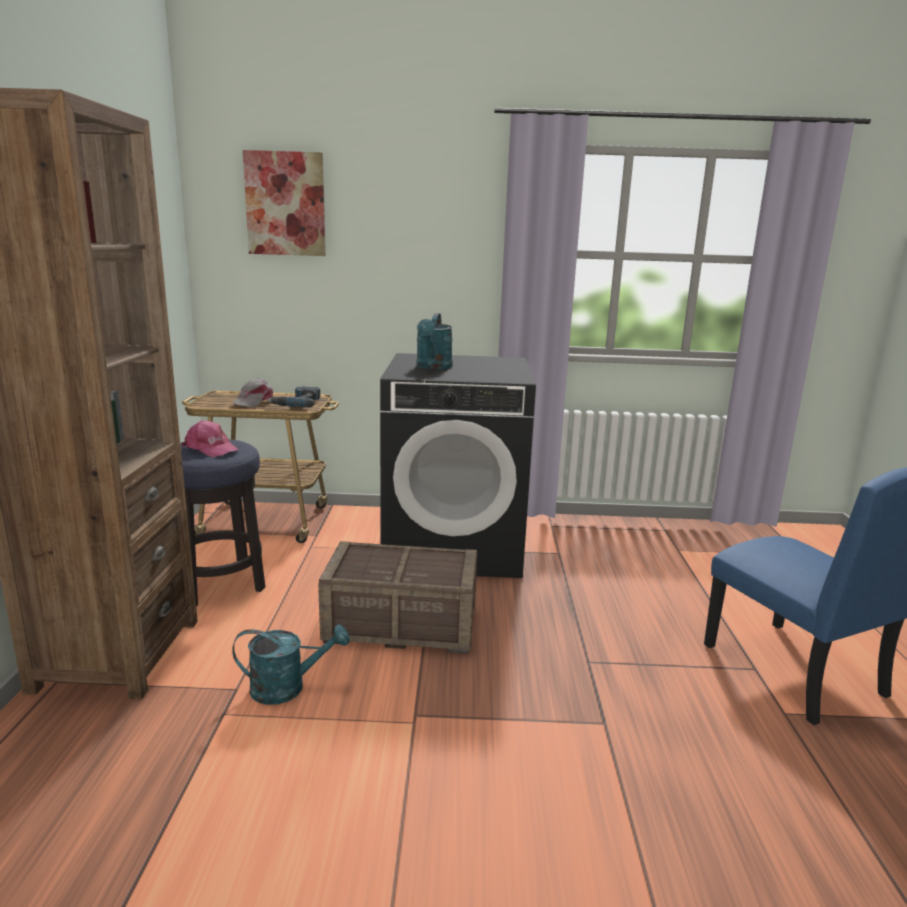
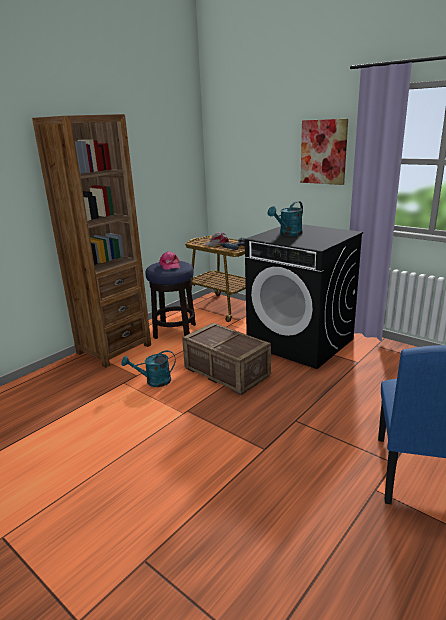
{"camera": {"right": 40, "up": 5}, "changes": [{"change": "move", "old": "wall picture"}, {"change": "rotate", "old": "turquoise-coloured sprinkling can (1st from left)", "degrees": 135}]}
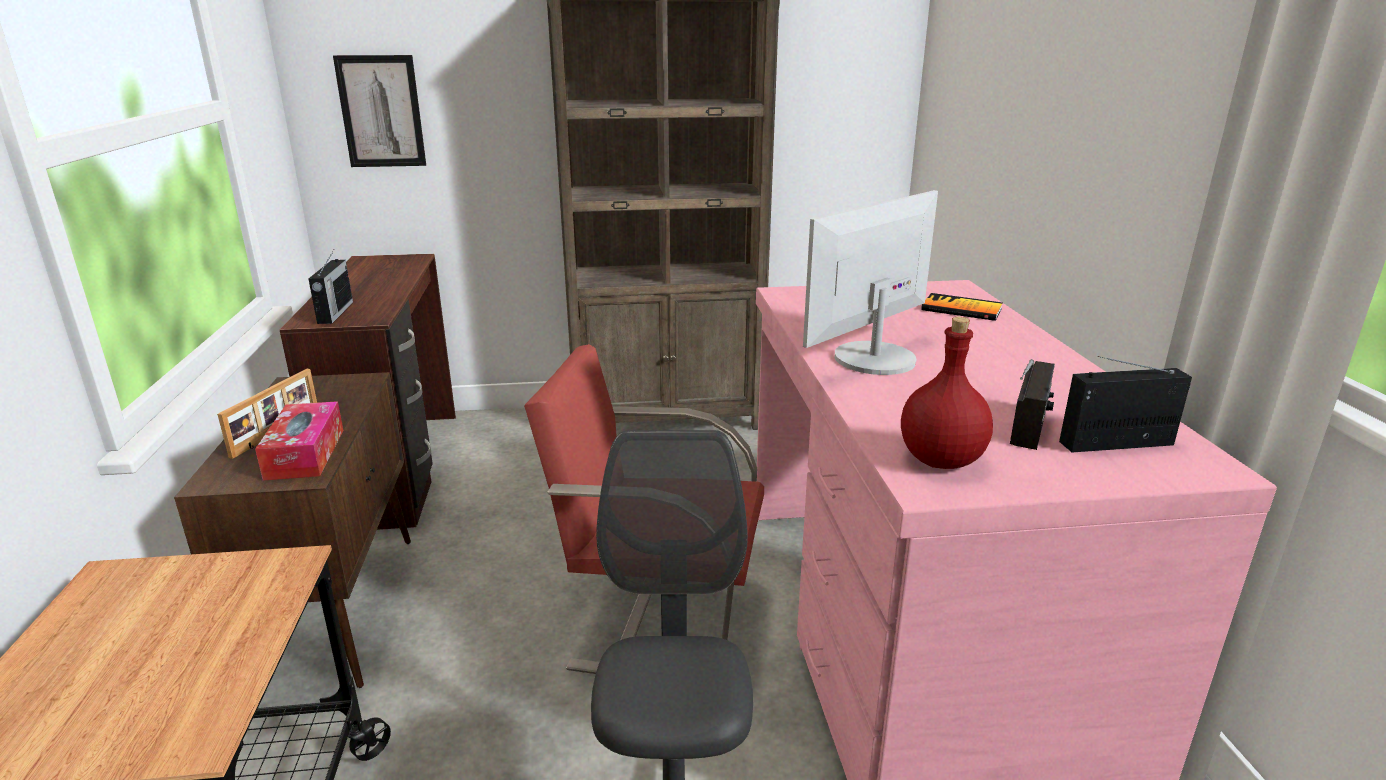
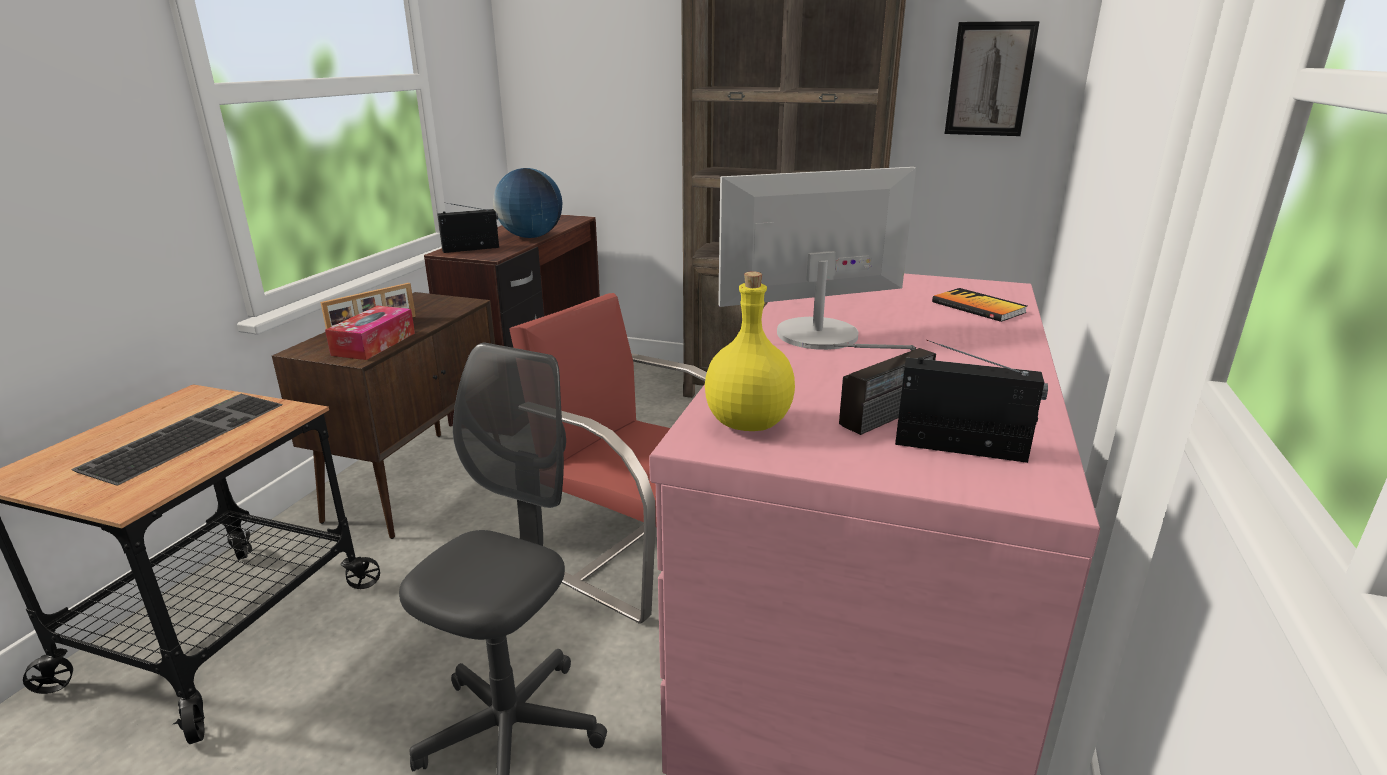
{"camera": {"right": 25, "up": 0}, "changes": [{"change": "insert", "new": "PC keyboard"}, {"change": "insert", "new": "desk globe"}, {"change": "move", "old": "wall picture"}, {"change": "recolor", "old": "red-coloured drink bottle", "new": "yellow-coloured drink bottle"}, {"change": "rotate", "old": "radio receiver (1st from left)", "degrees": -135}]}
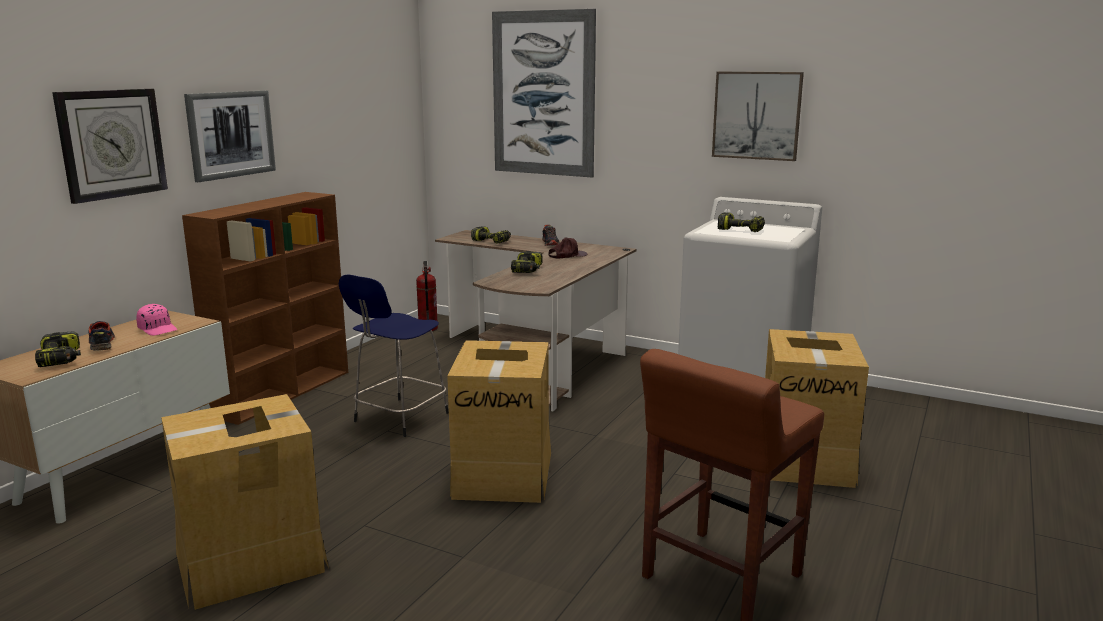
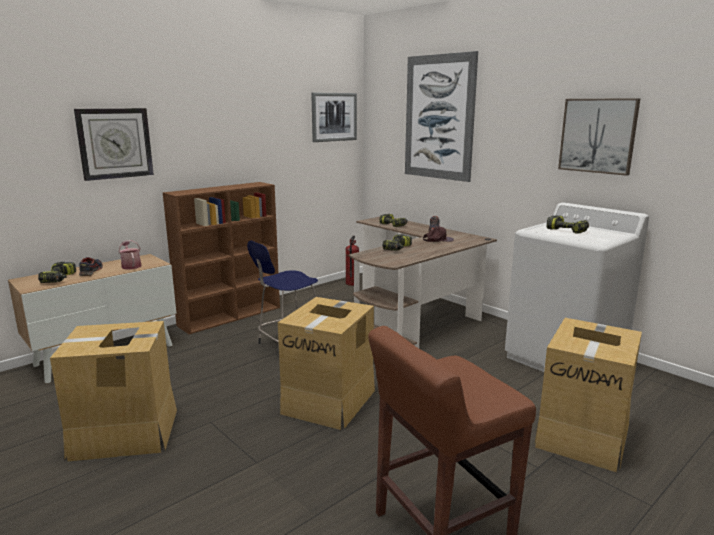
{"camera": {"right": 20, "up": 0}, "changes": [{"change": "move", "old": "wall picture (1st from left)"}, {"change": "replace", "old": "pink-coloured baseball cap", "new": "sprinkling can"}]}
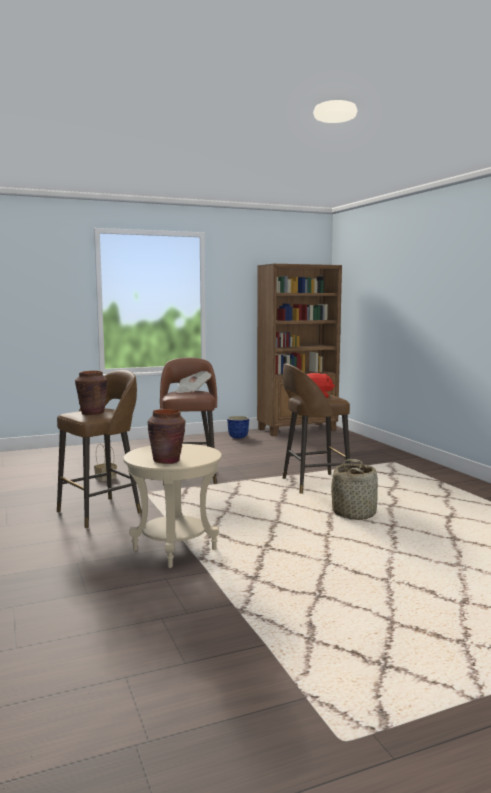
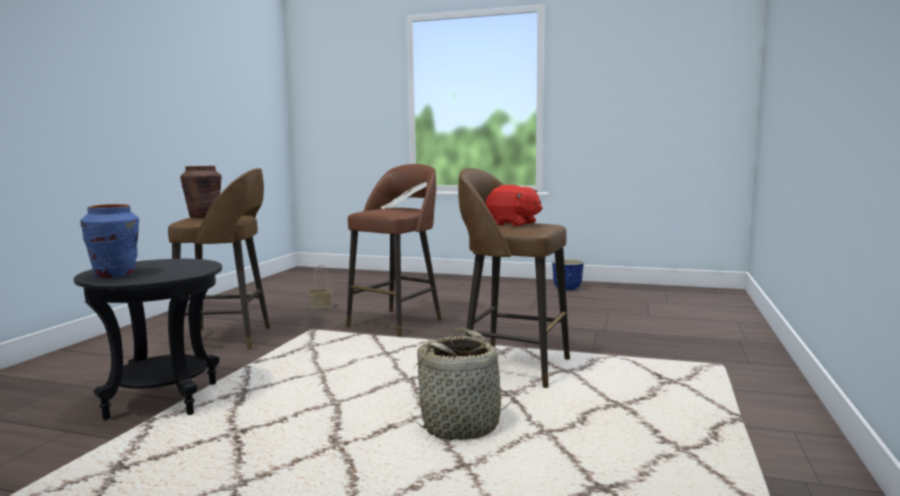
{"camera": {"right": 40, "up": 0}, "changes": [{"change": "delete", "old": "brown-coloured bookshelf"}, {"change": "recolor", "old": "beige-coloured side table", "new": "black side table"}, {"change": "recolor", "old": "brown-coloured flower vase (2nd from left)", "new": "blue-coloured flower vase"}]}
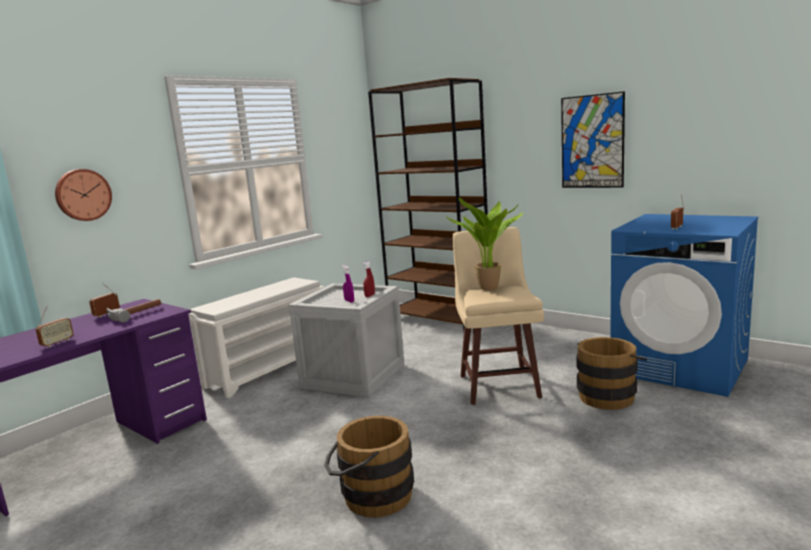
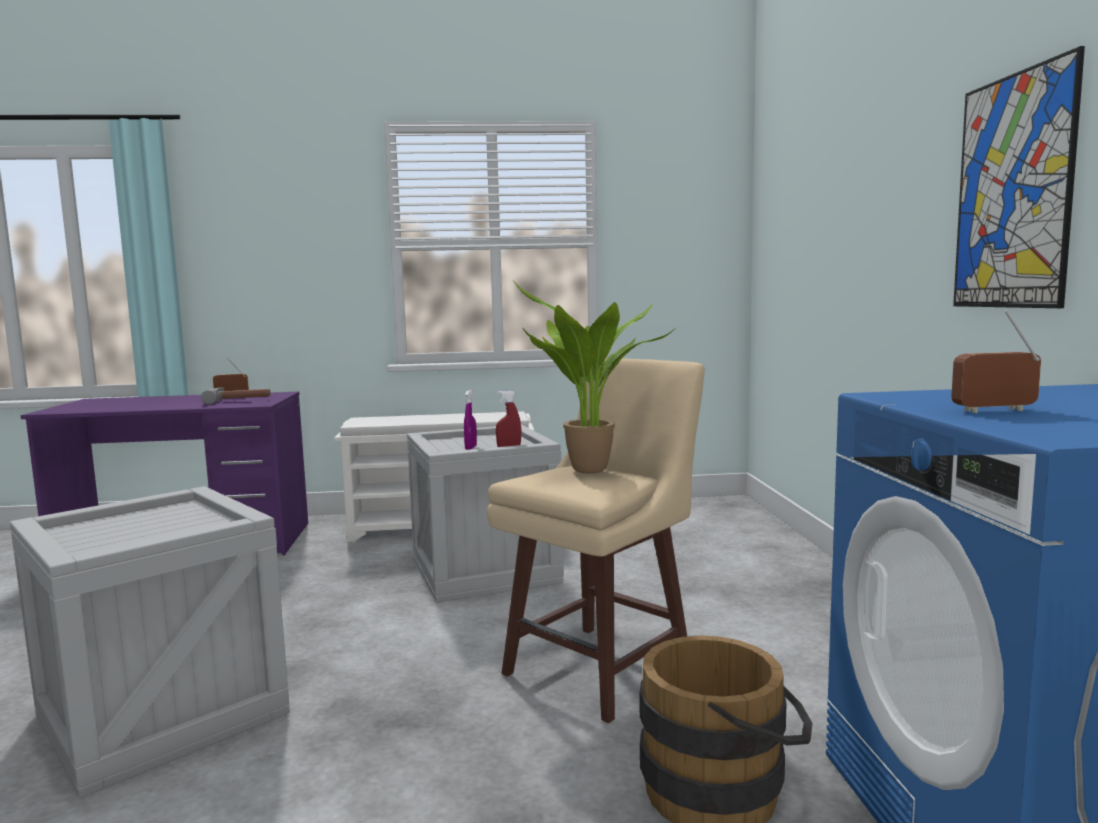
{"camera": {"right": 45, "up": -5}, "changes": [{"change": "delete", "old": "radio receiver (1st from left)"}, {"change": "delete", "old": "wall clock"}, {"change": "delete", "old": "brown-coloured bookshelf"}, {"change": "replace", "old": "brown-coloured water bucket (1st from left)", "new": "packing crate (1st from left)"}]}
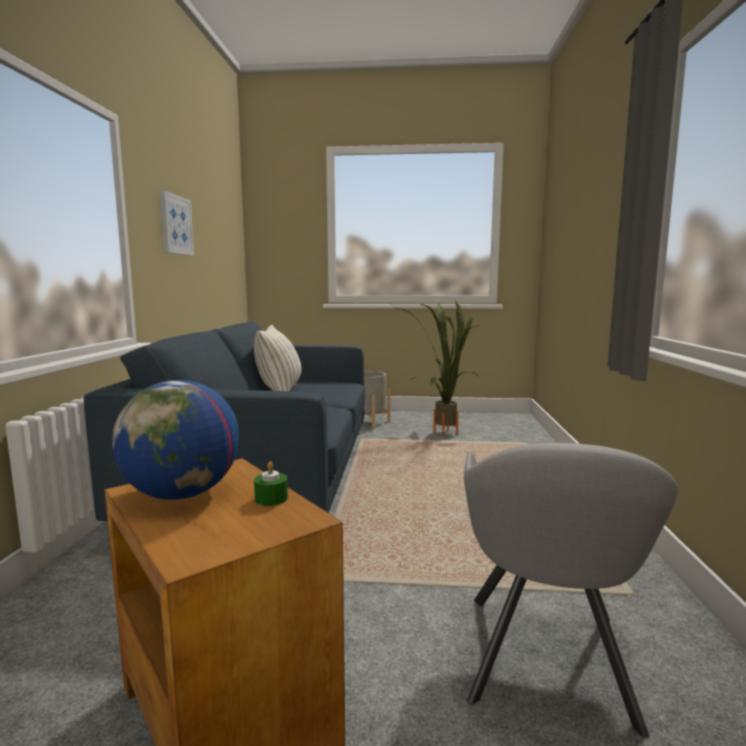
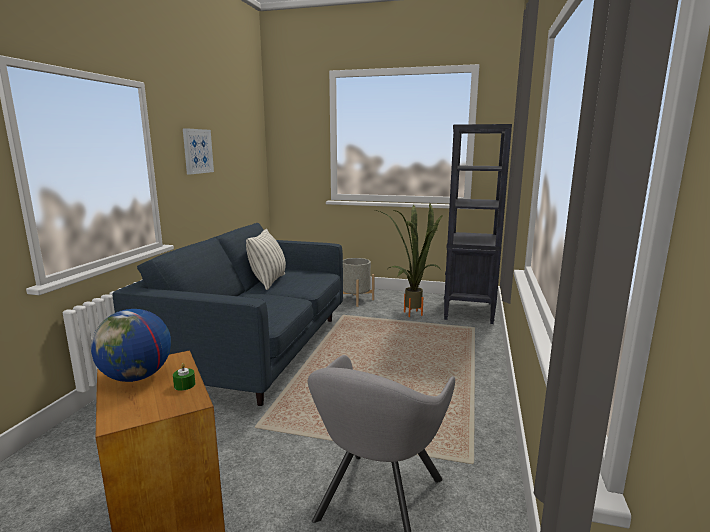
{"camera": {"right": 10, "up": 5}, "changes": [{"change": "insert", "new": "black bookshelf"}]}
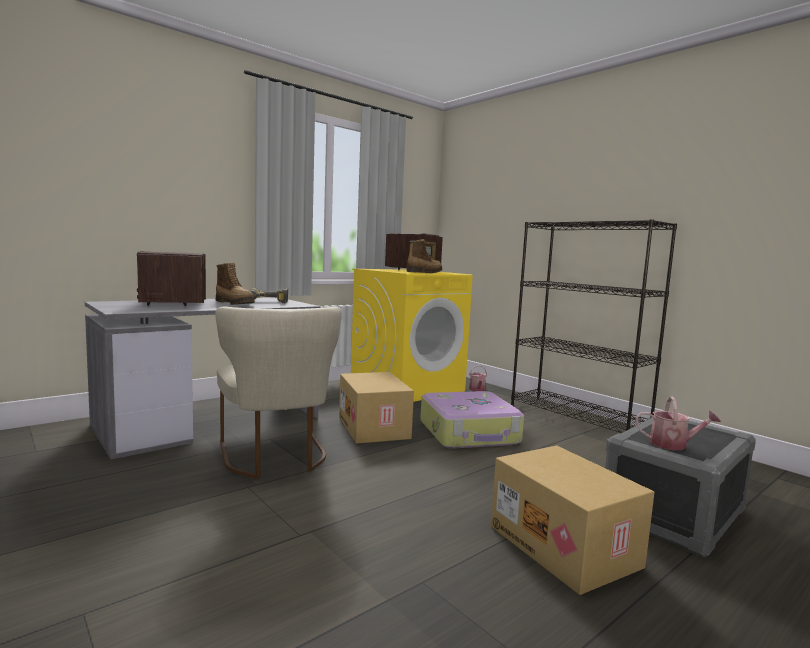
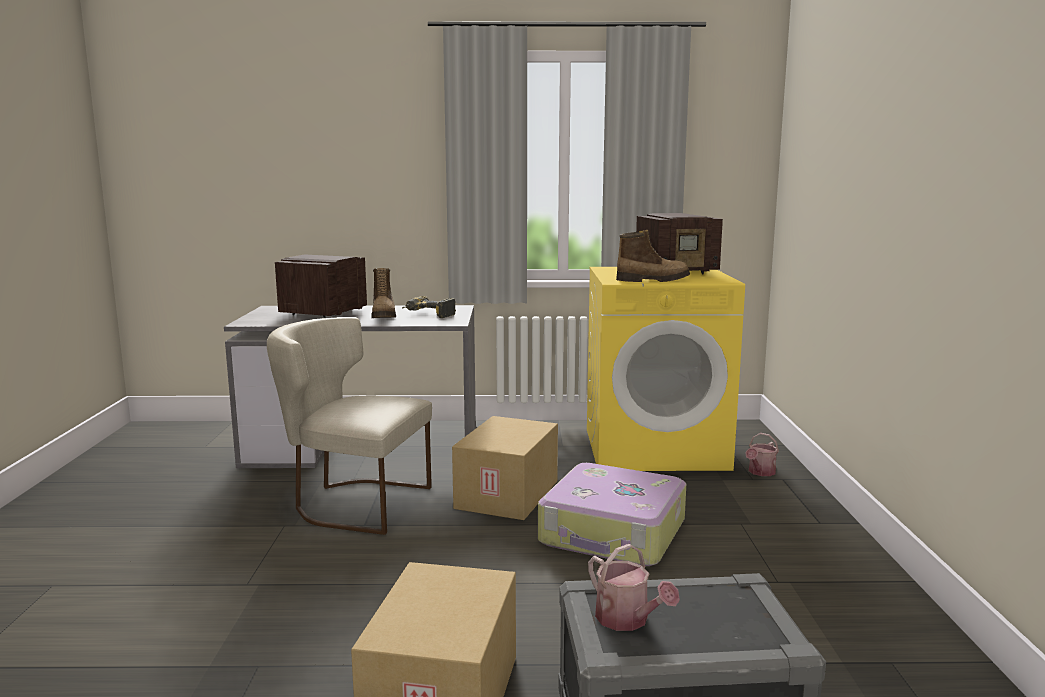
{"camera": {"right": 40, "up": 5}, "changes": [{"change": "delete", "old": "black bookshelf"}, {"change": "rotate", "old": "beige-coloured chair", "degrees": 90}]}
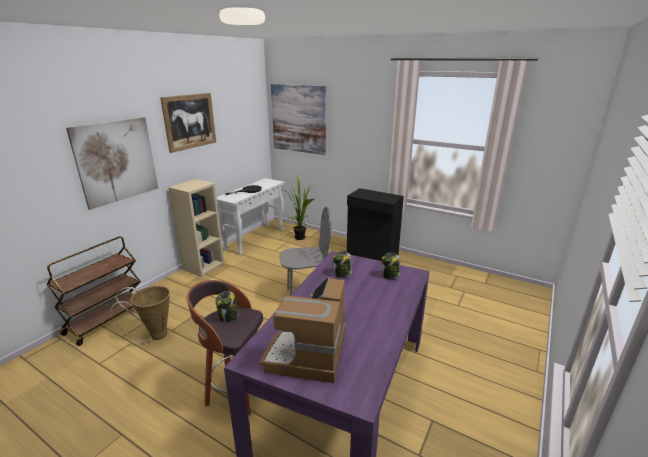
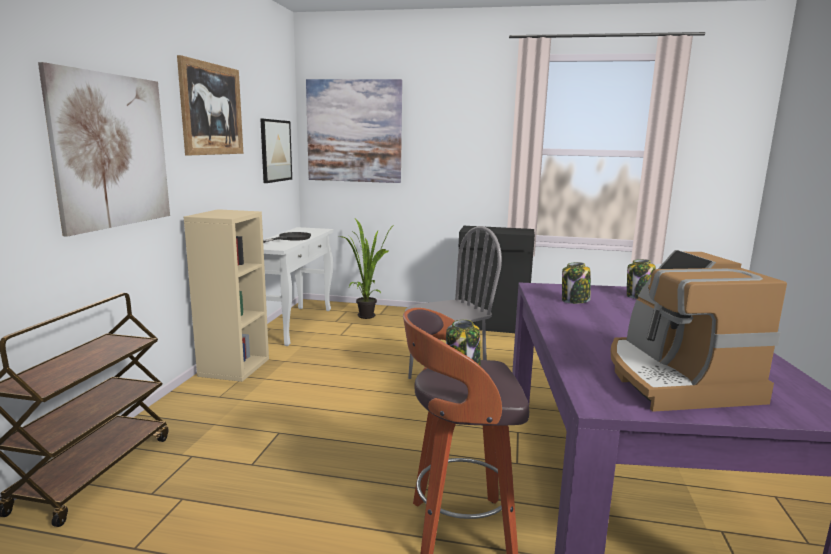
{"camera": {"right": -20, "up": -10}, "changes": [{"change": "delete", "old": "storage basket"}, {"change": "insert", "new": "wall picture (3rd from left)"}]}
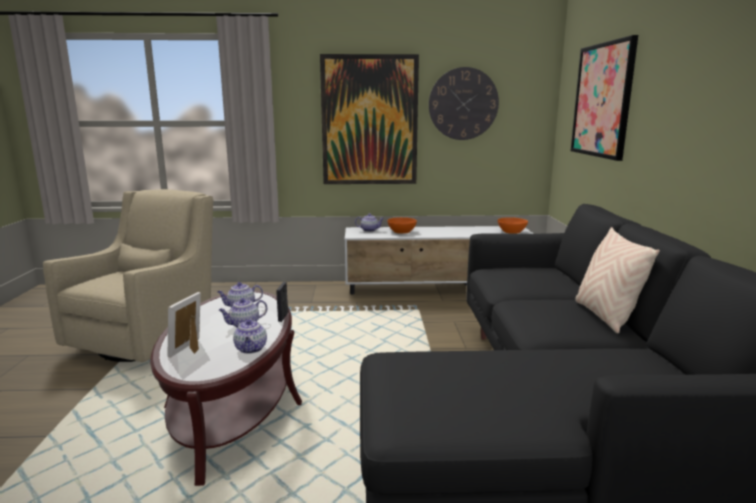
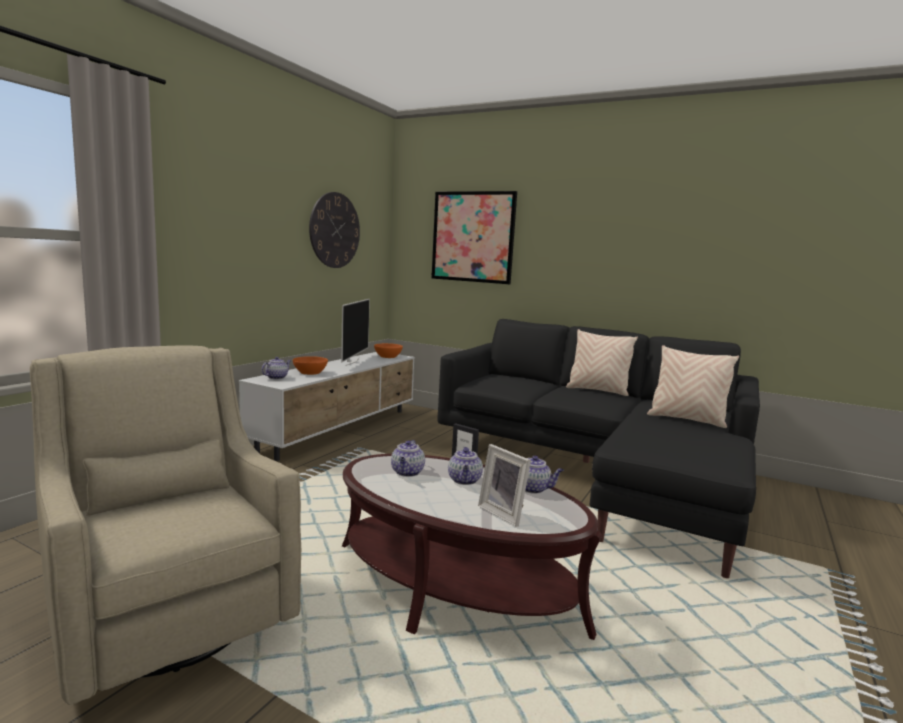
{"camera": {"right": -60, "up": -5}, "changes": [{"change": "delete", "old": "wall picture (1st from left)"}, {"change": "insert", "new": "TV"}, {"change": "insert", "new": "beige-coloured throw pillow (2nd from left)"}]}
